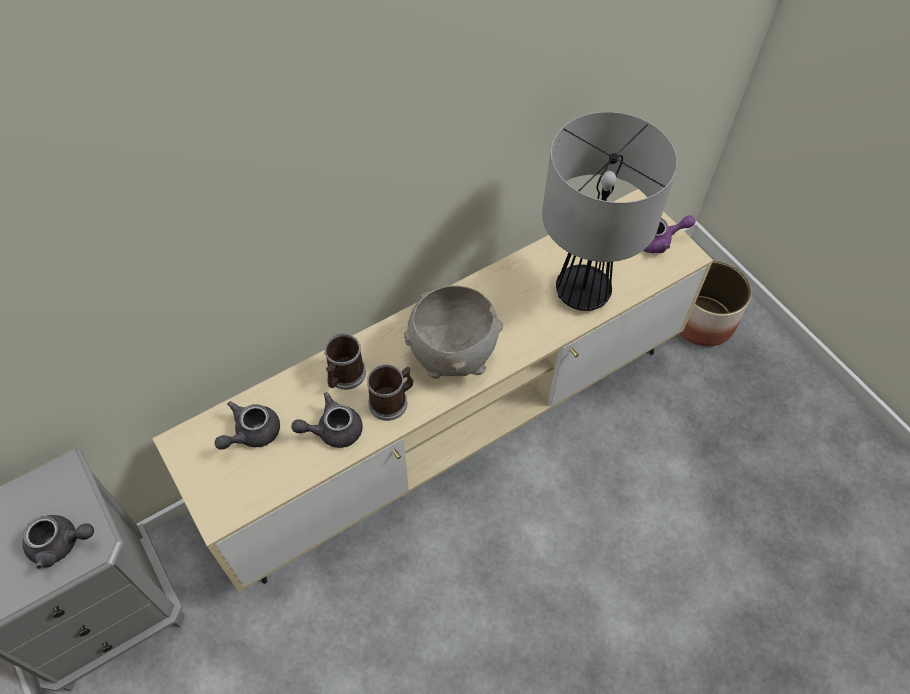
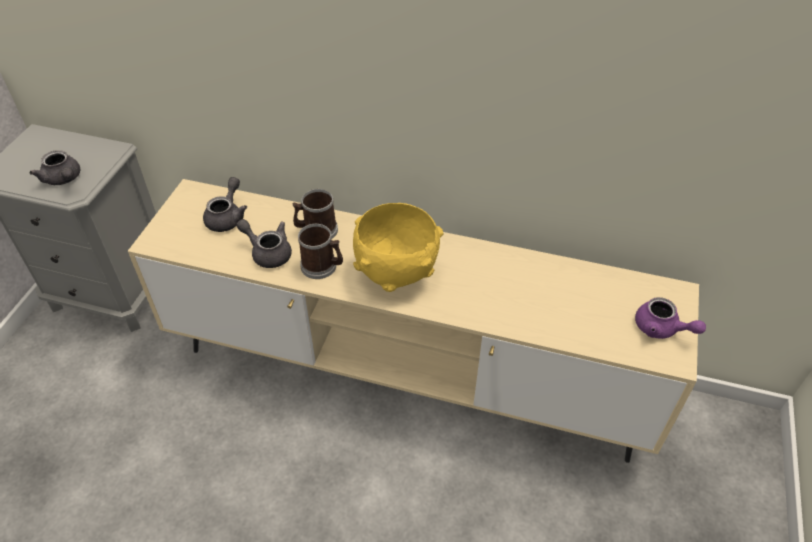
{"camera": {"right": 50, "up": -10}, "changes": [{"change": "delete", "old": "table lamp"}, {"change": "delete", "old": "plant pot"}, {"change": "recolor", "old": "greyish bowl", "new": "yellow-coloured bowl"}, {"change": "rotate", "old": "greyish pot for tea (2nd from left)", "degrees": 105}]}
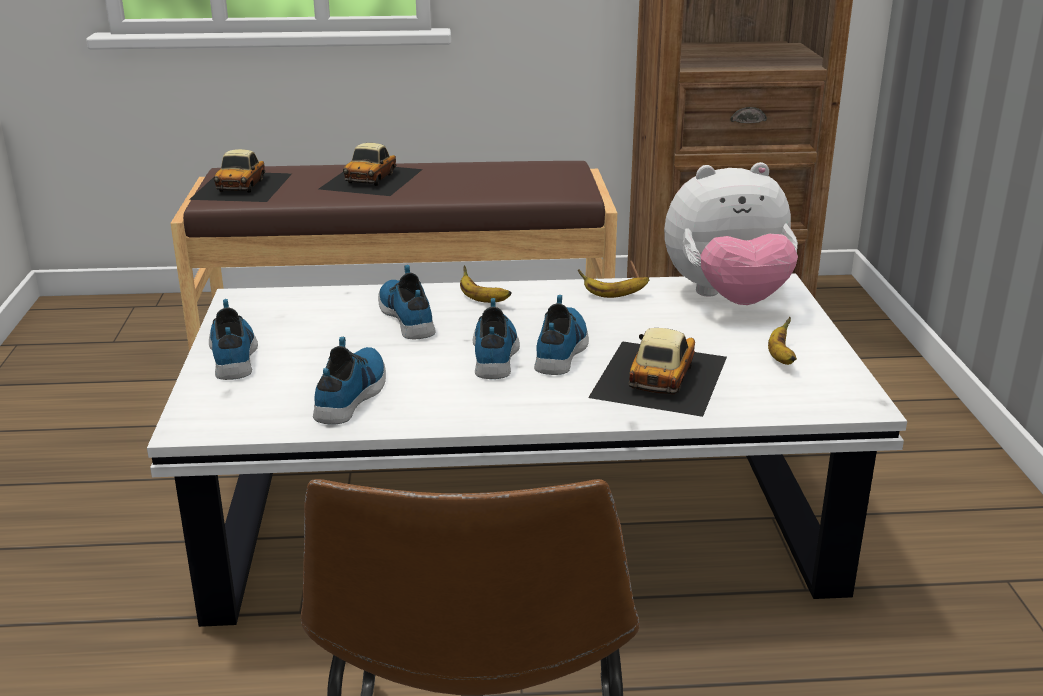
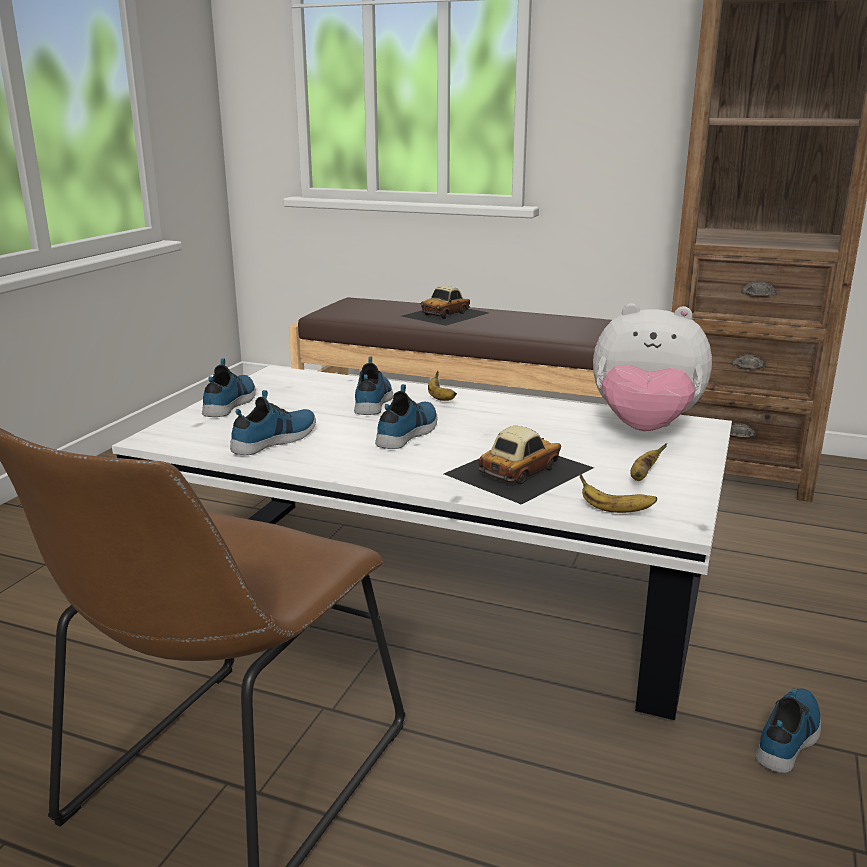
{"camera": {"right": 25, "up": -5}, "changes": [{"change": "delete", "old": "model car (1st from left)"}, {"change": "move", "old": "shoe (5th from left)"}, {"change": "move", "old": "banana fruit (2nd from left)"}]}
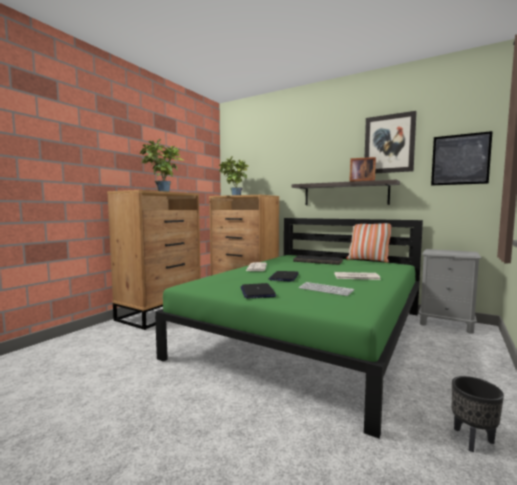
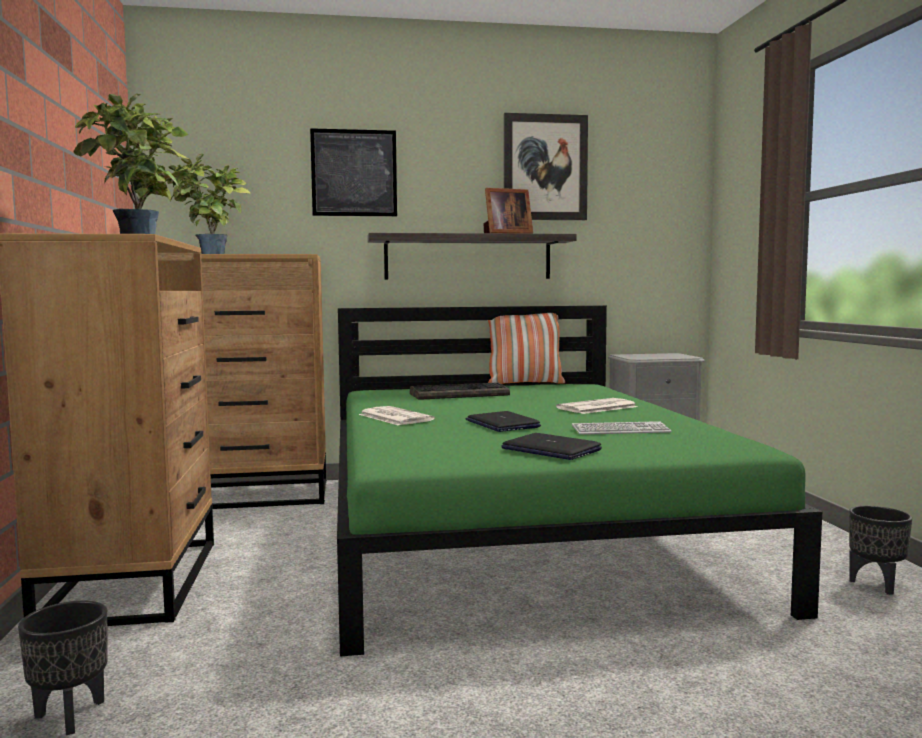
{"camera": {"right": -40, "up": 0}, "changes": [{"change": "insert", "new": "black plant pot (1st from left)"}, {"change": "move", "old": "wall picture (2nd from left in the first image)", "new": "wall picture (1st from left)"}]}
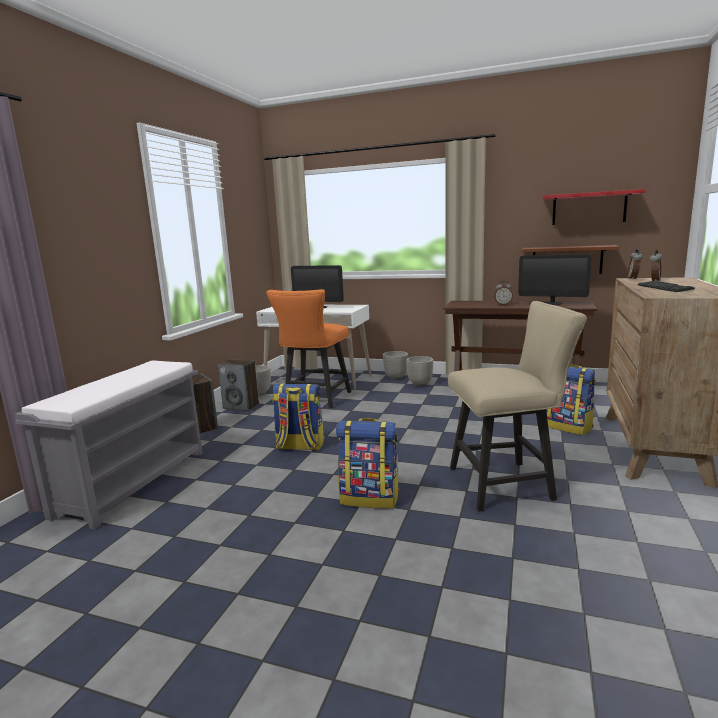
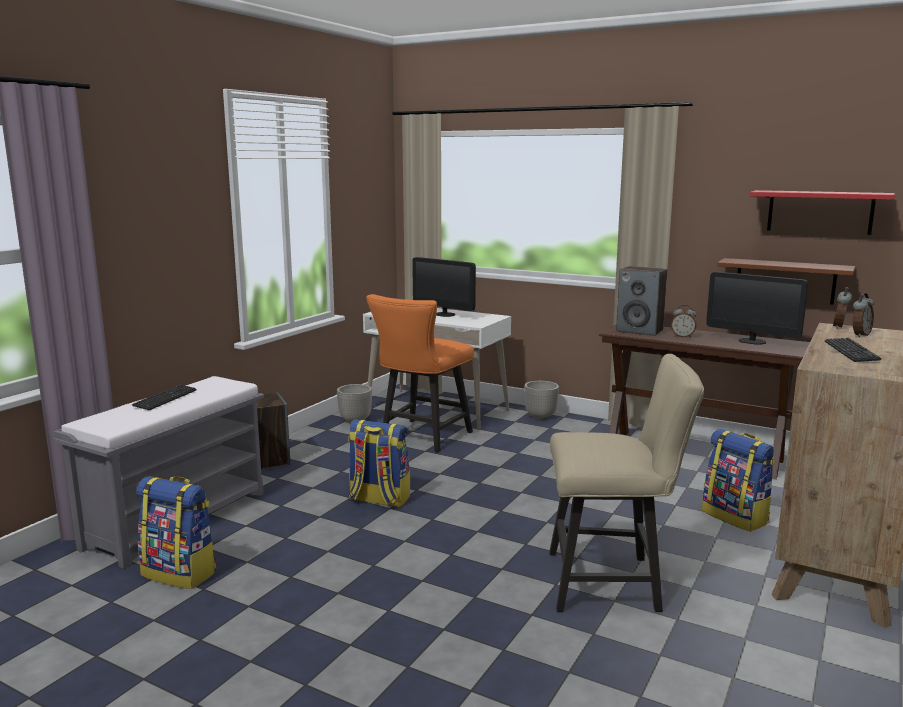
{"camera": {"right": 10, "up": 0}, "changes": [{"change": "delete", "old": "plant pot (3rd from left)"}, {"change": "insert", "new": "PC keyboard (1st from left)"}, {"change": "move", "old": "loudspeaker (2nd from left)"}, {"change": "move", "old": "backpack (2nd from left in the first image)", "new": "backpack (1st from left)"}]}
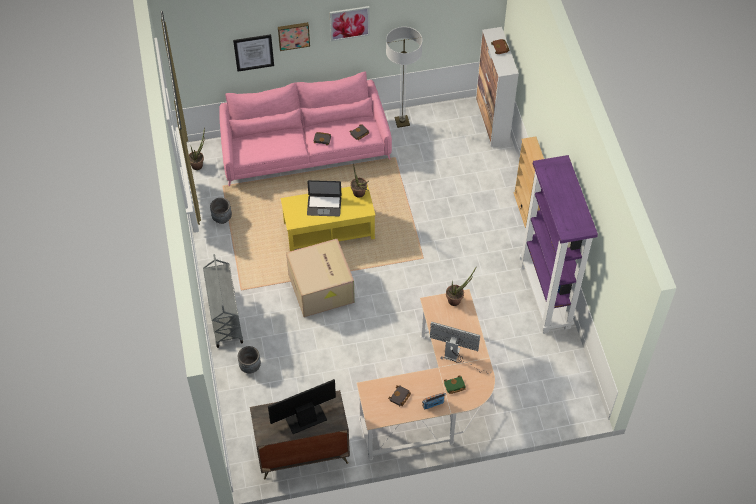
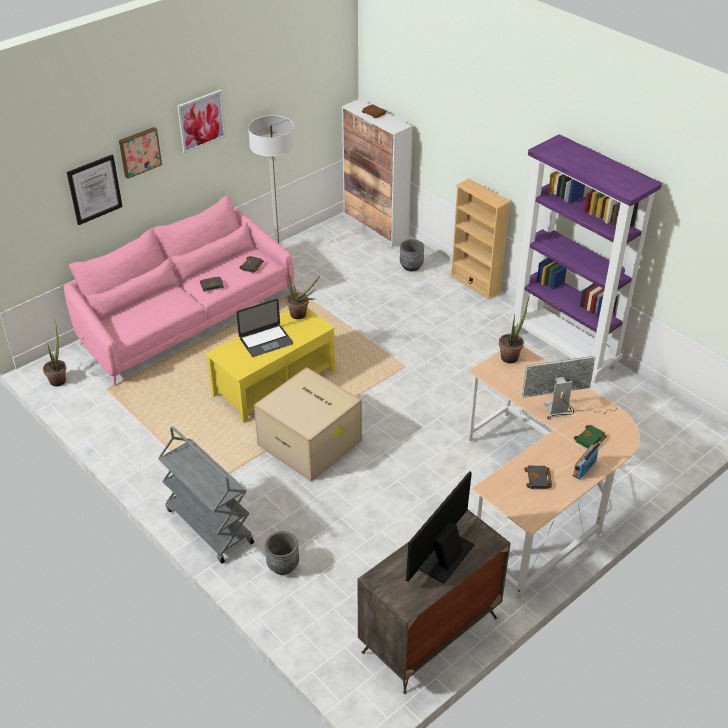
{"camera": {"right": -30, "up": -15}, "changes": [{"change": "move", "old": "greyish plant pot (1st from left in the first image)", "new": "greyish plant pot (2nd from left)"}]}
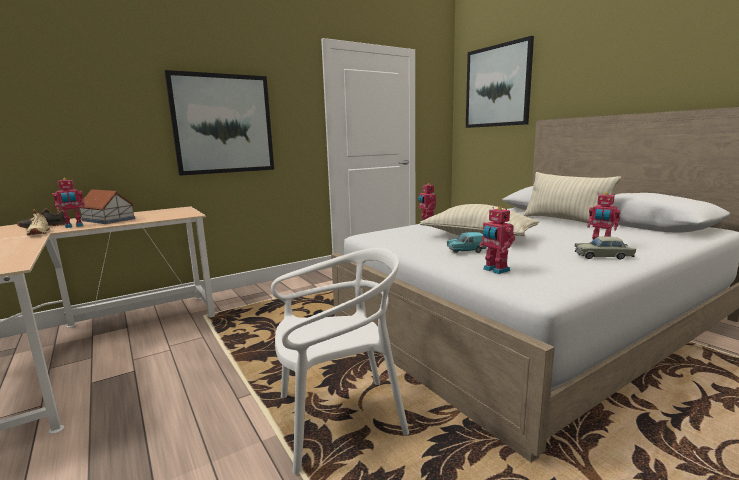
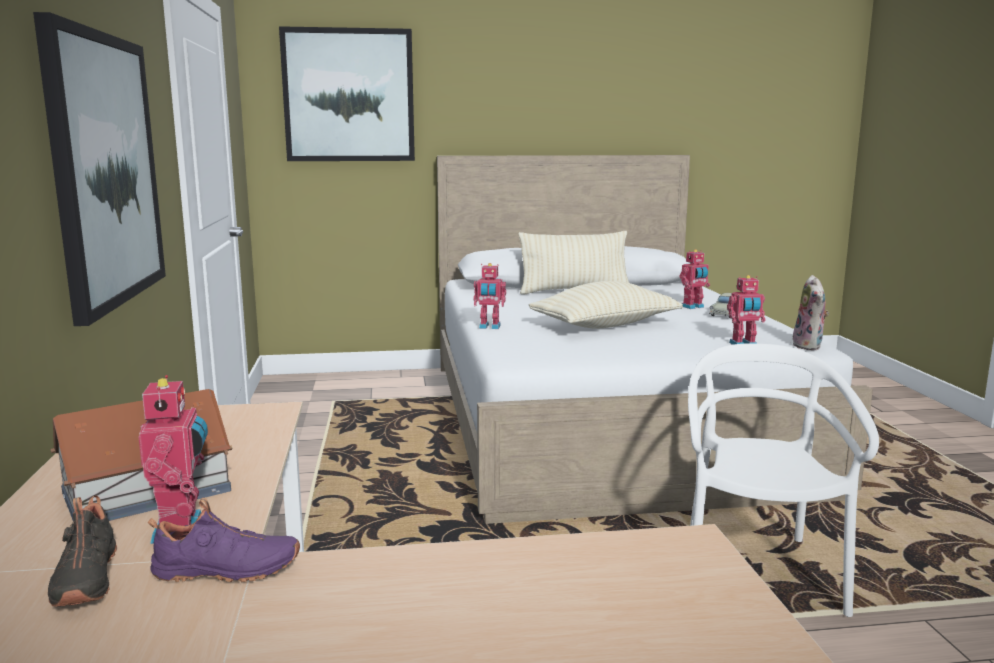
{"camera": {"right": -65, "up": 0}, "changes": [{"change": "delete", "old": "turquoise-coloured model car"}, {"change": "insert", "new": "soft toy"}, {"change": "recolor", "old": "beige-coloured shoe", "new": "purplish shoe"}]}
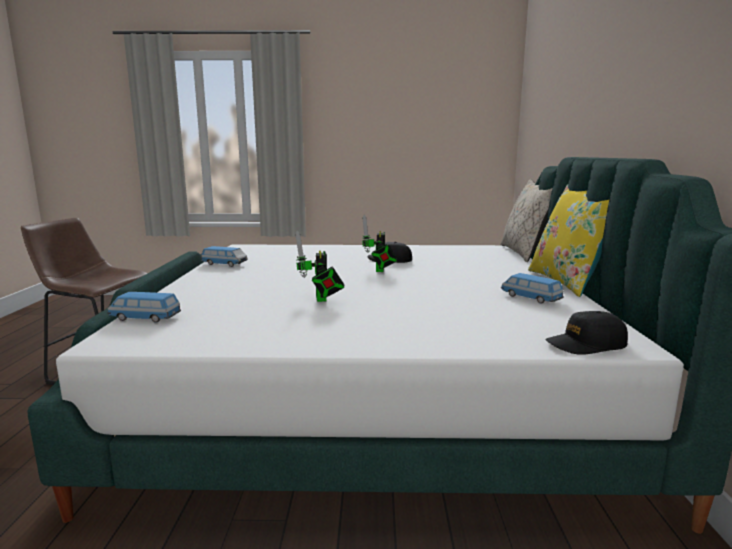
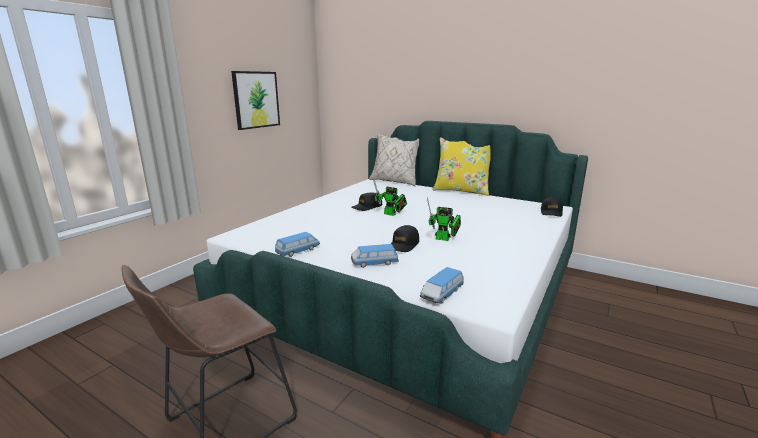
{"camera": {"right": -60, "up": 5}, "changes": [{"change": "insert", "new": "wall picture"}, {"change": "insert", "new": "black baseball cap (2nd from left)"}, {"change": "move", "old": "model car (3rd from left in the first image)", "new": "model car (2nd from left)"}]}
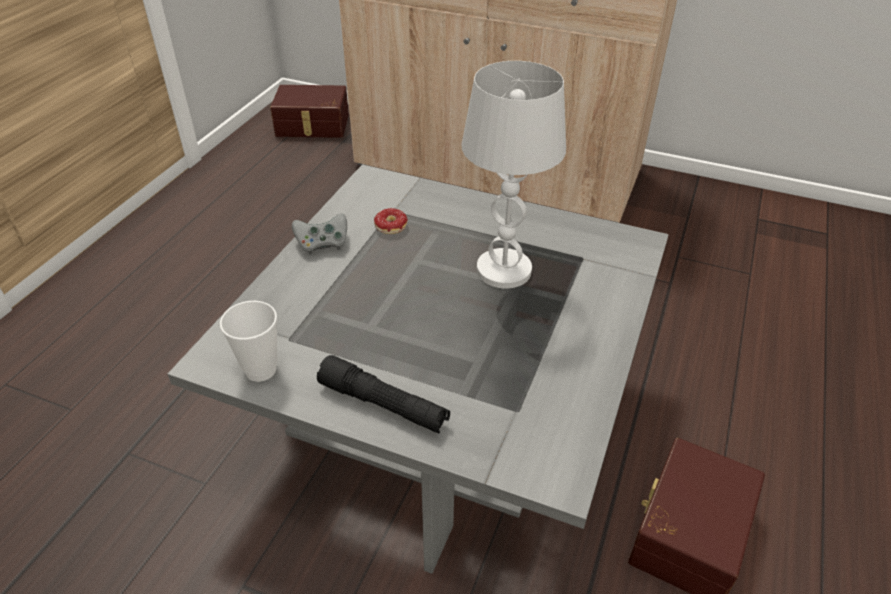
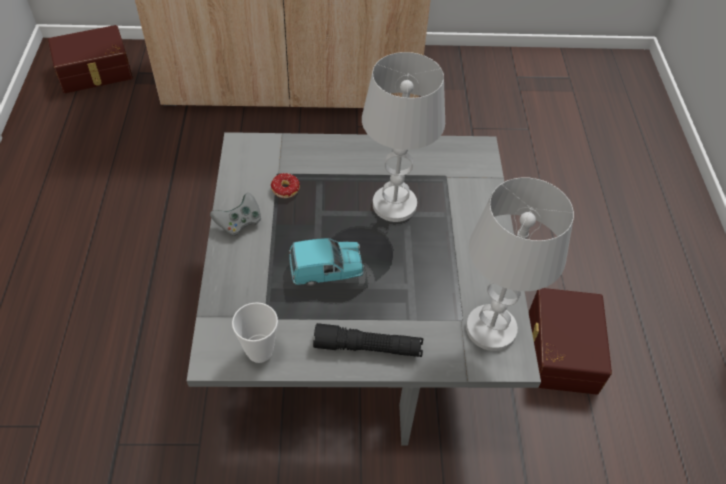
{"camera": {"right": -25, "up": 10}, "changes": [{"change": "insert", "new": "turquoise-coloured model car"}, {"change": "insert", "new": "white-coloured table lamp (2nd from left)"}]}
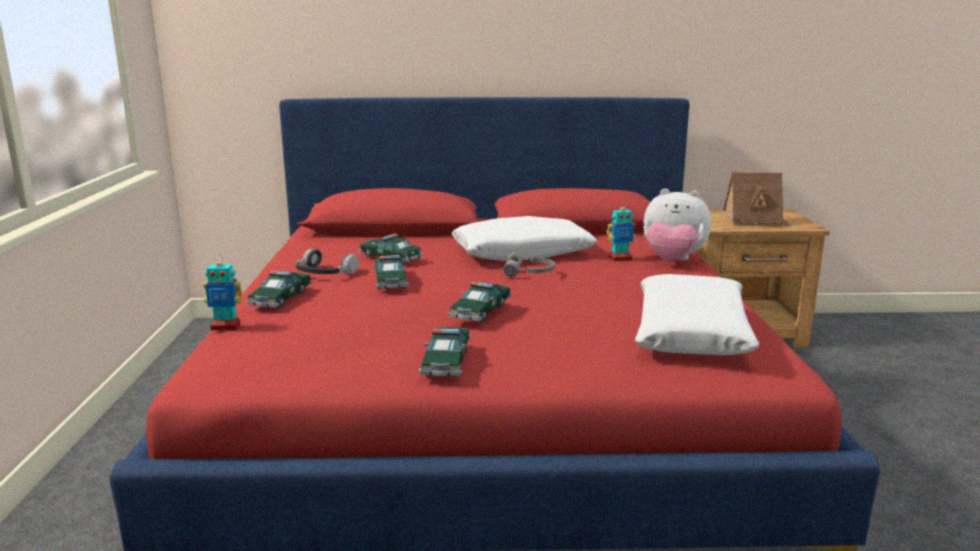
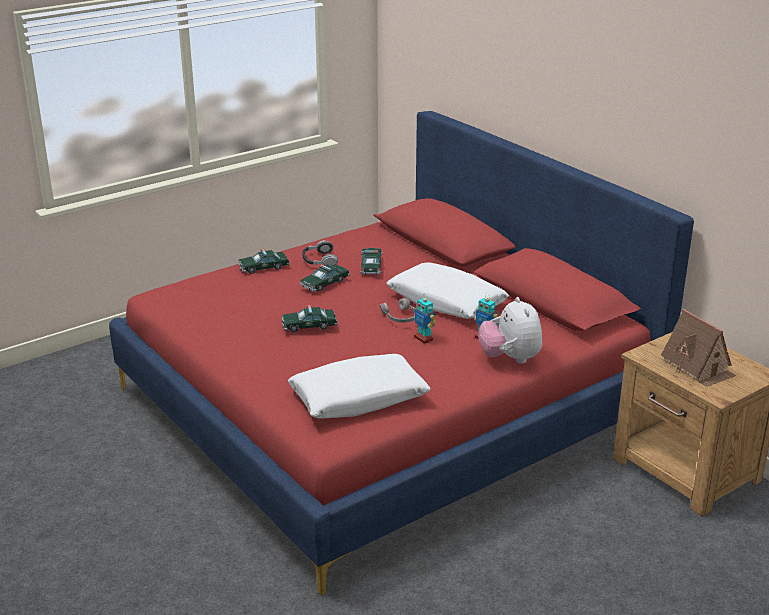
{"camera": {"right": 55, "up": 10}, "changes": [{"change": "delete", "old": "model car (4th from left)"}, {"change": "move", "old": "toy robot (1st from left)"}]}
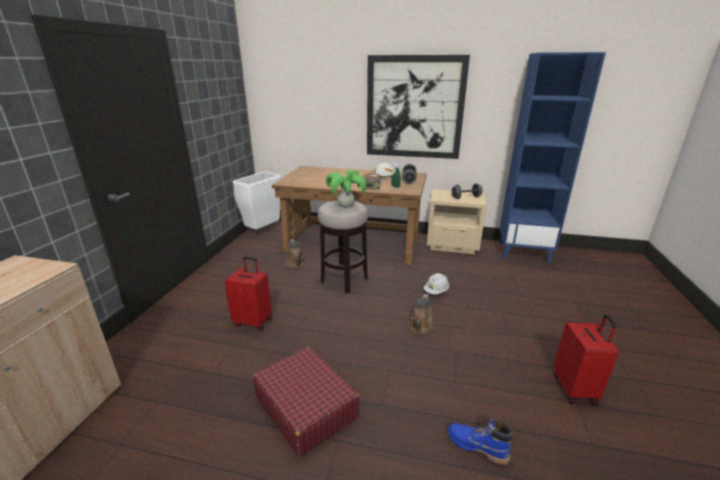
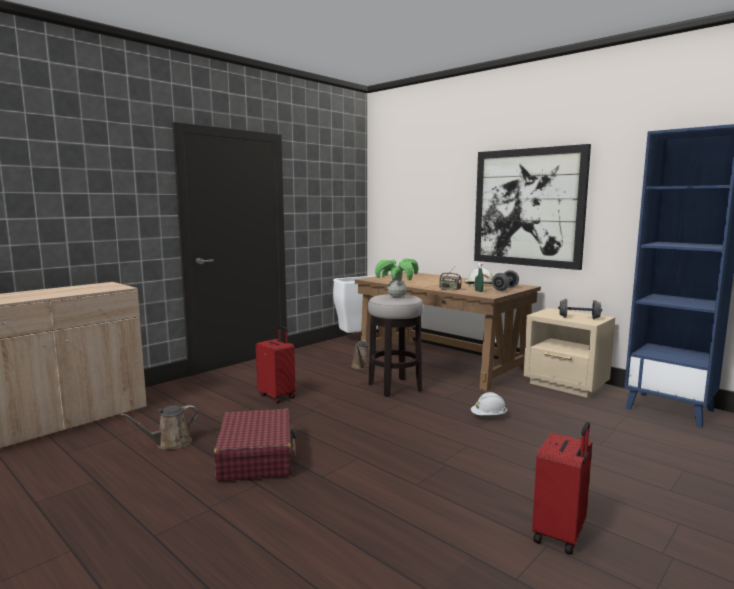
{"camera": {"right": 30, "up": -15}, "changes": [{"change": "delete", "old": "blue-coloured high-top boot"}, {"change": "move", "old": "brown-coloured sprinkling can (2nd from left in the first image)", "new": "brown-coloured sprinkling can (1st from left)"}]}
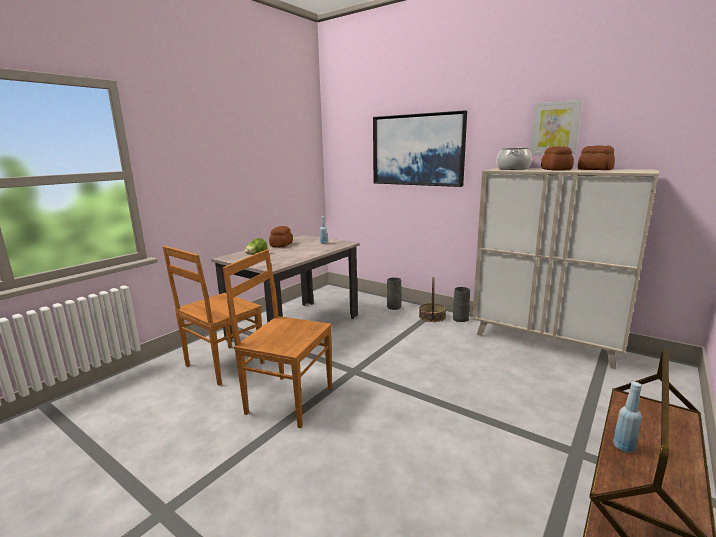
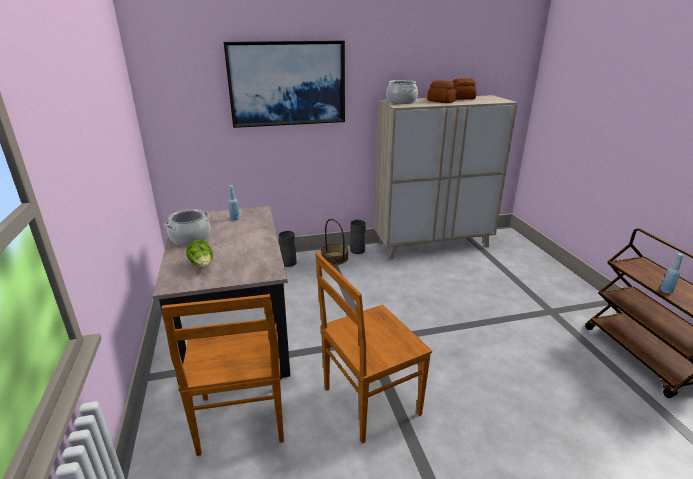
{"camera": {"right": -50, "up": 10}, "changes": [{"change": "delete", "old": "wall picture (2nd from left)"}, {"change": "replace", "old": "baked bread (1st from left)", "new": "saucepot (1st from left)"}]}
